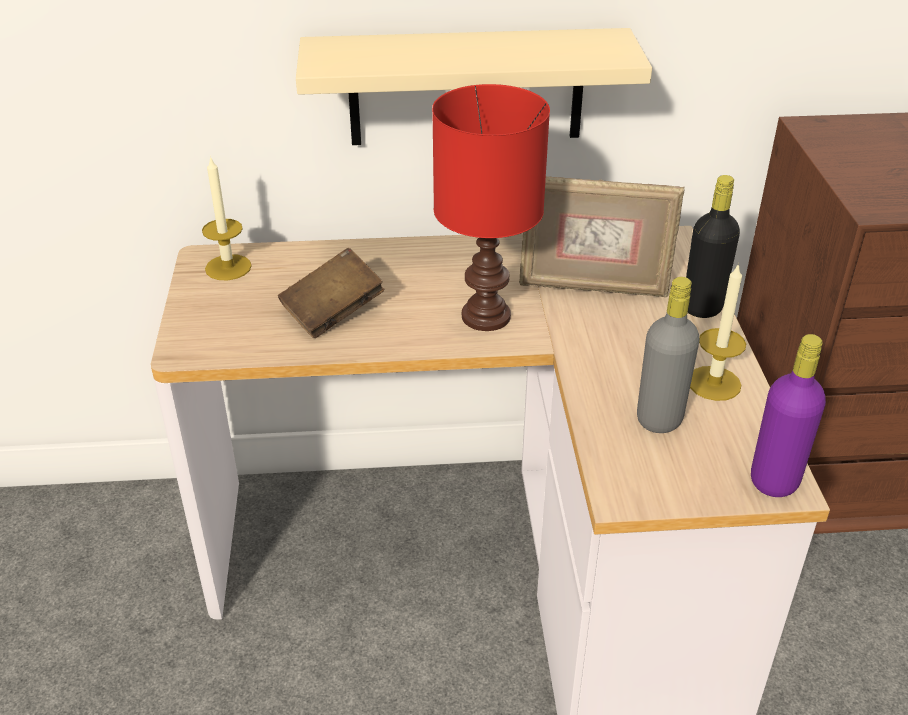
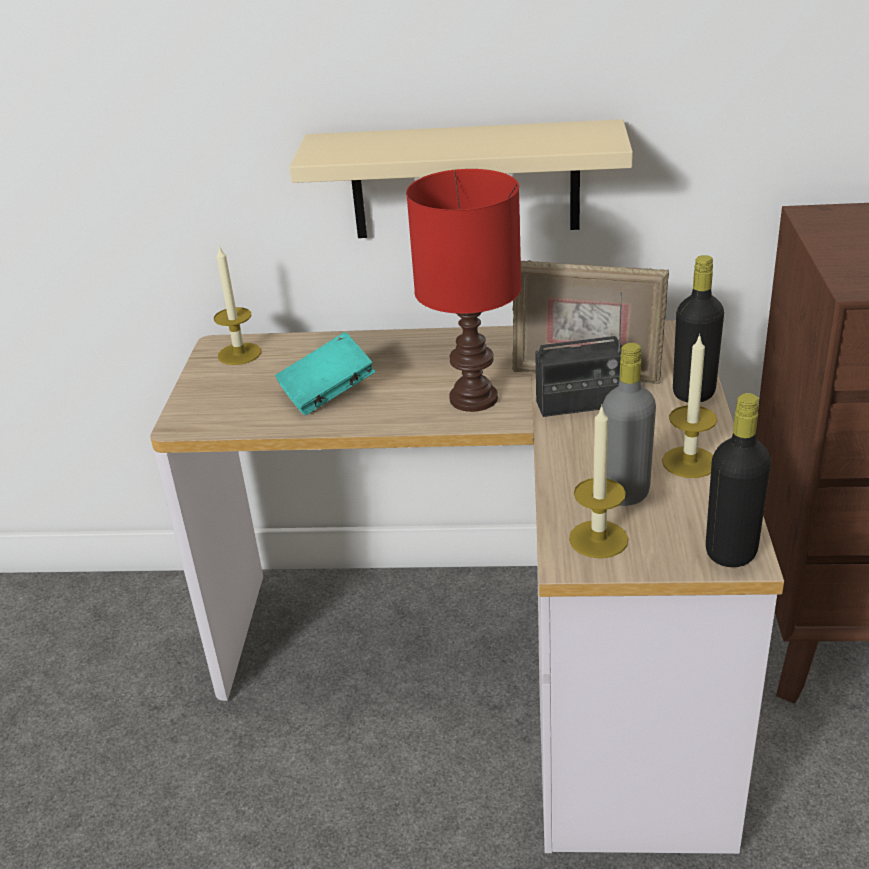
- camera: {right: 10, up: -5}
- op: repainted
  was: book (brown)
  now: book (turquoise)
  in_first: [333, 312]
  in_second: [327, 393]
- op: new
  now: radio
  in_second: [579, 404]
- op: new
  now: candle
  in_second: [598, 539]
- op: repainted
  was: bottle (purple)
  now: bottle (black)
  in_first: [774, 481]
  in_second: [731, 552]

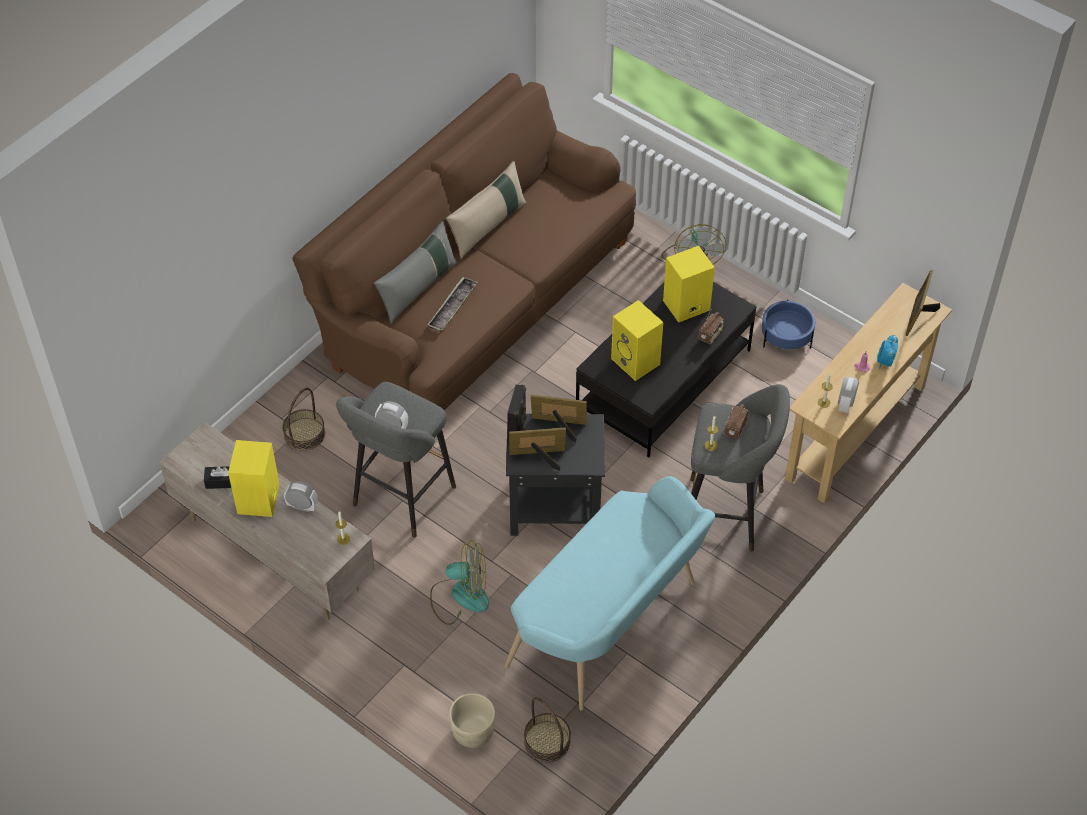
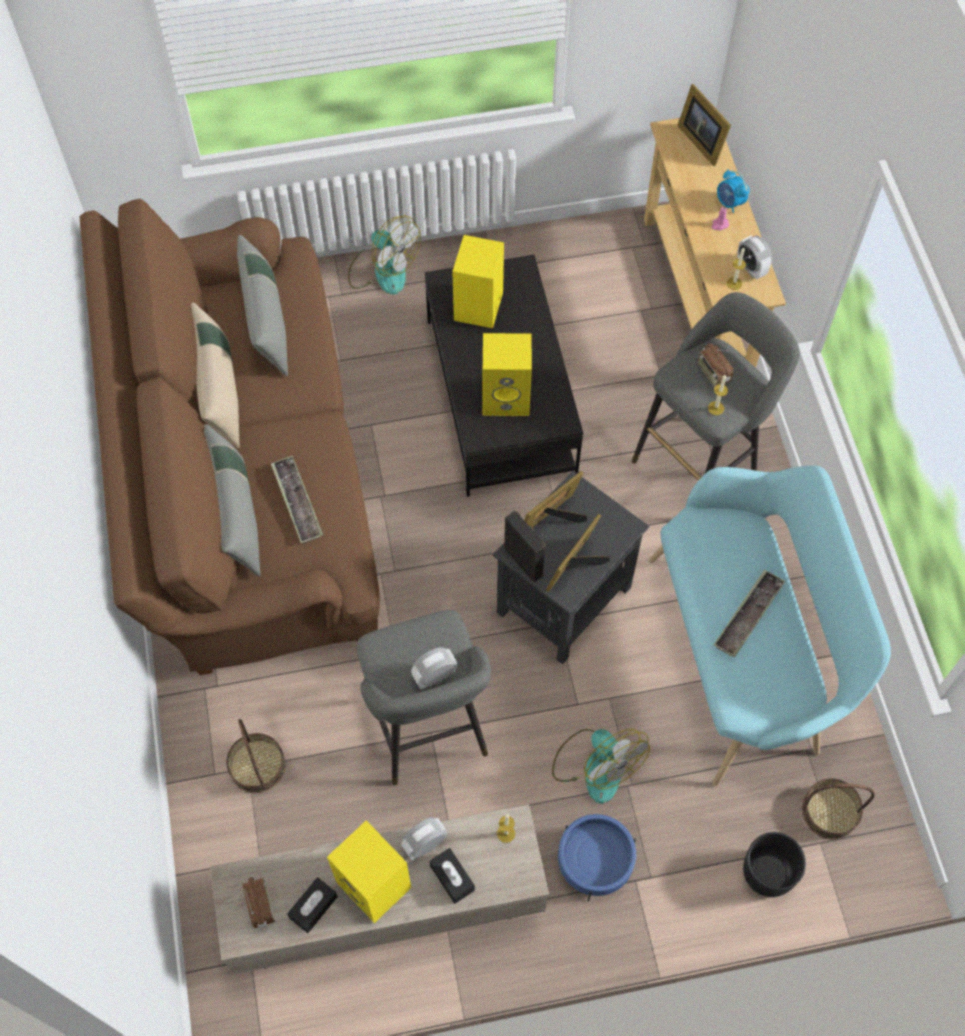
- camera: {right: -50, up: 10}
- op: new
  now: pillow (grey)
  in_second: [267, 324]
- op: shifted
  was: radio
  in_first: [711, 335]
  in_second: [261, 906]
- op: new
  now: tissue box (black)
  in_second: [452, 878]
- op: rotated
  was: fan
  in_first: [460, 596]
  in_second: [595, 765]
  clockwise: 105
- op: shifted
  was: planter (blue)
  in_first: [786, 337]
  in_second: [594, 862]
- op: new
  now: tray
  in_second: [748, 616]
- op: repainted
  was: planter (beige)
  now: planter (black)
  in_first: [473, 732]
  in_second: [767, 873]

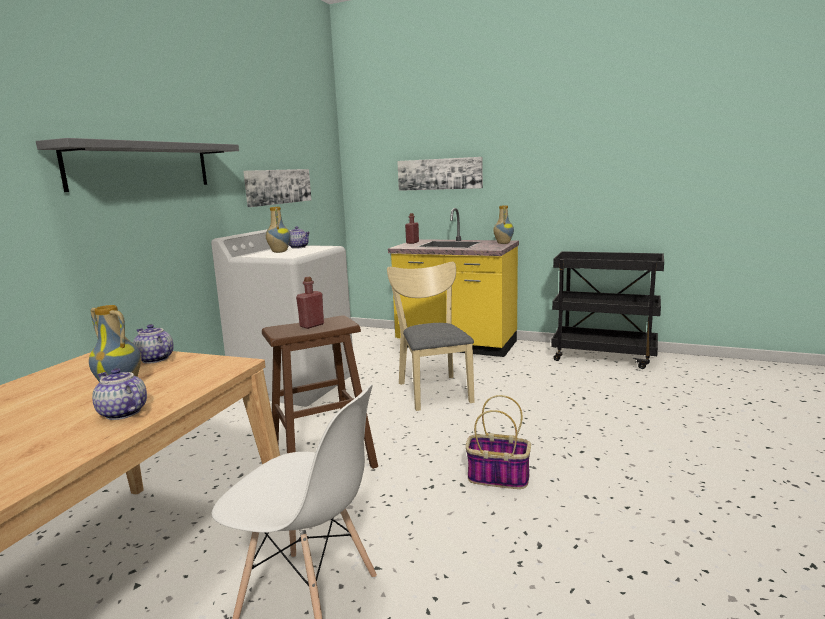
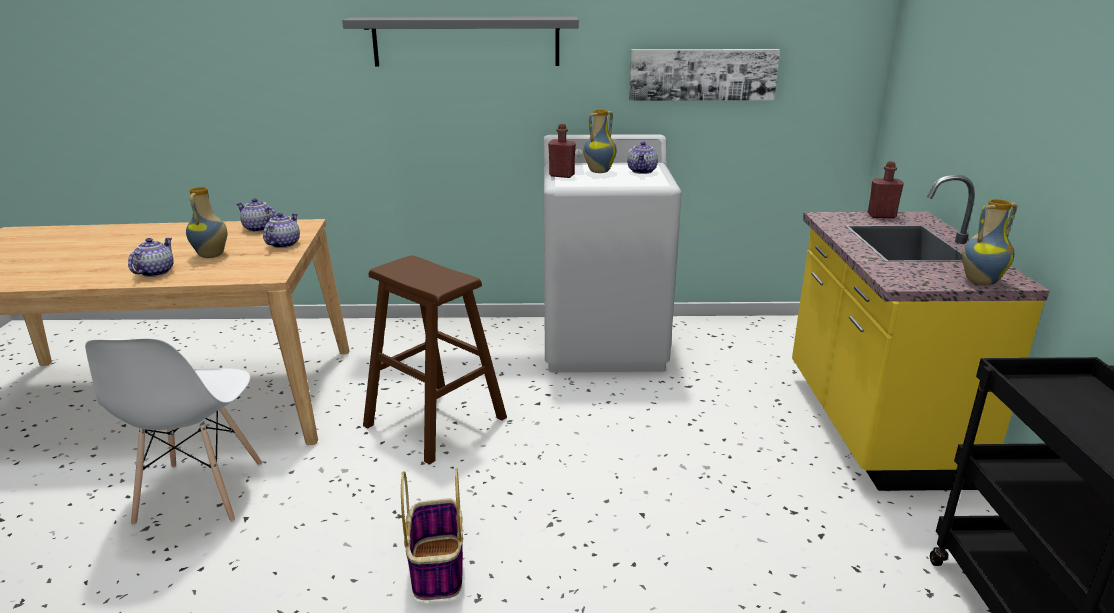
- camera: {right: 65, up: 10}
- op: new
  now: teapot
  in_second: [258, 229]
- op: shifted
  was: bottle (red)
  in_first: [312, 325]
  in_second: [561, 175]
- op: gone
  was: chair (beige)
  in_first: [433, 389]
- op: gone
  was: picture
  in_first: [439, 174]

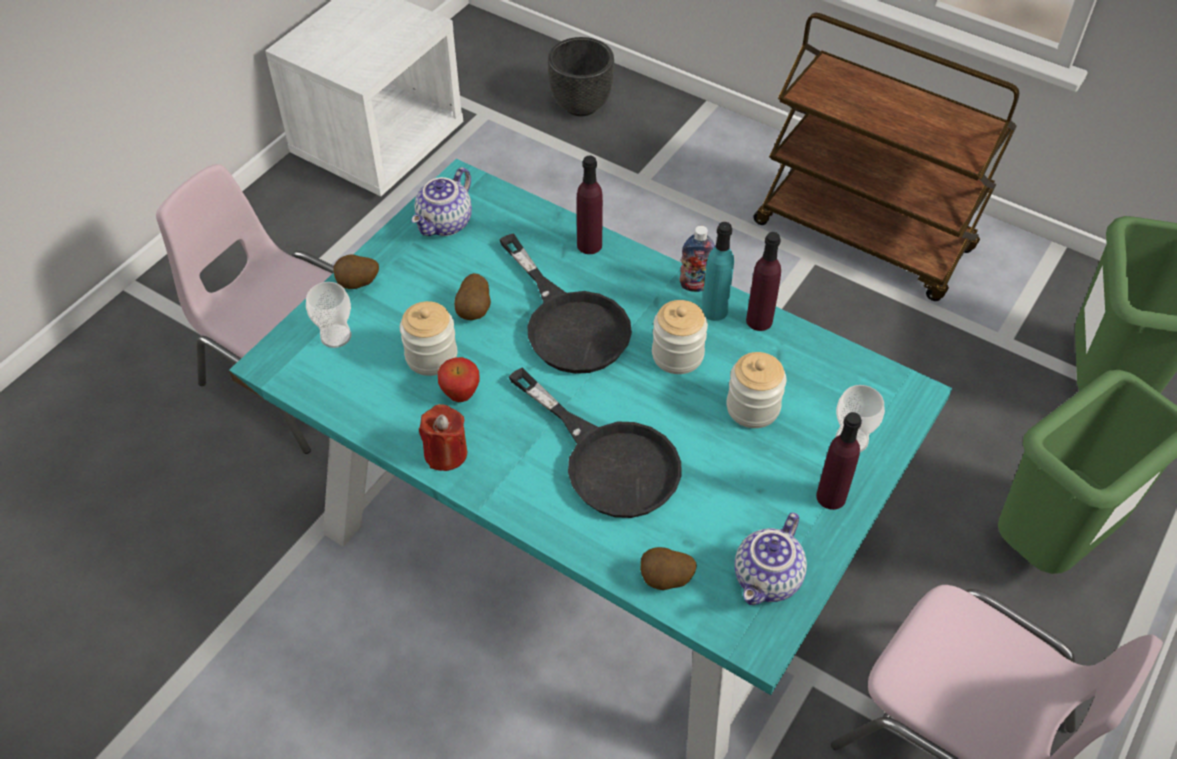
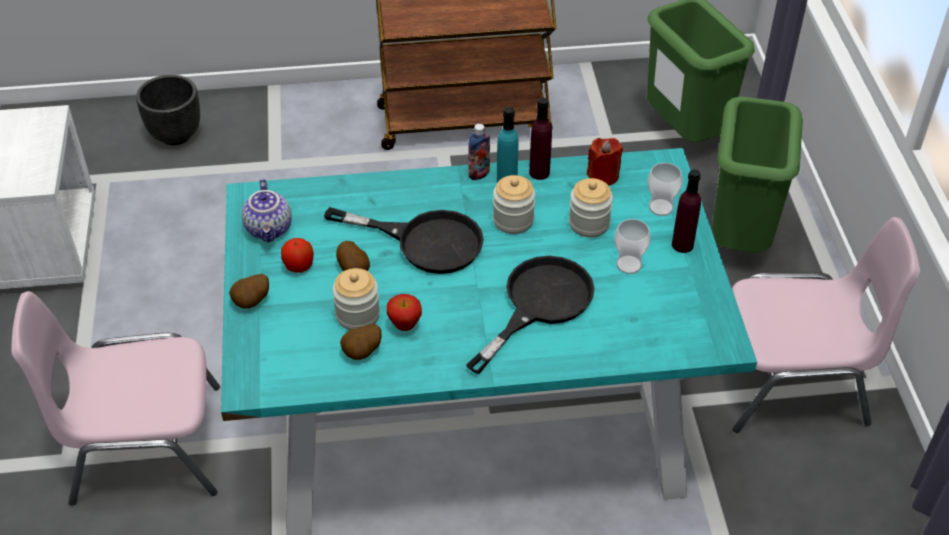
- camera: {right: -40, up: -5}
- op: new
  now: apple
  in_second: [299, 266]
- op: shifted
  was: potato
  in_first: [665, 580]
  in_second: [363, 353]
- op: rotated
  was: frying pan (black)
  in_first: [608, 460]
  in_second: [539, 304]
  clockwise: -60
- op: shifted
  was: candle (red)
  in_first: [446, 453]
  in_second: [603, 175]
- op: shifted
  was: cup
  in_first: [336, 336]
  in_second: [629, 265]
- op: gone
  was: bottle (purple)
  in_first: [589, 245]
- op: gone
  was: teapot
  in_first: [768, 580]

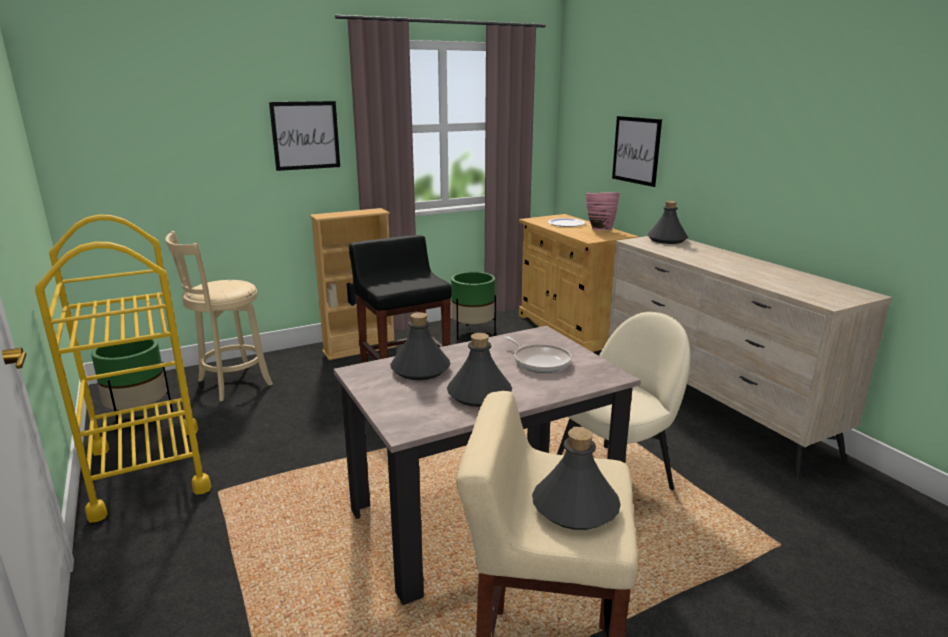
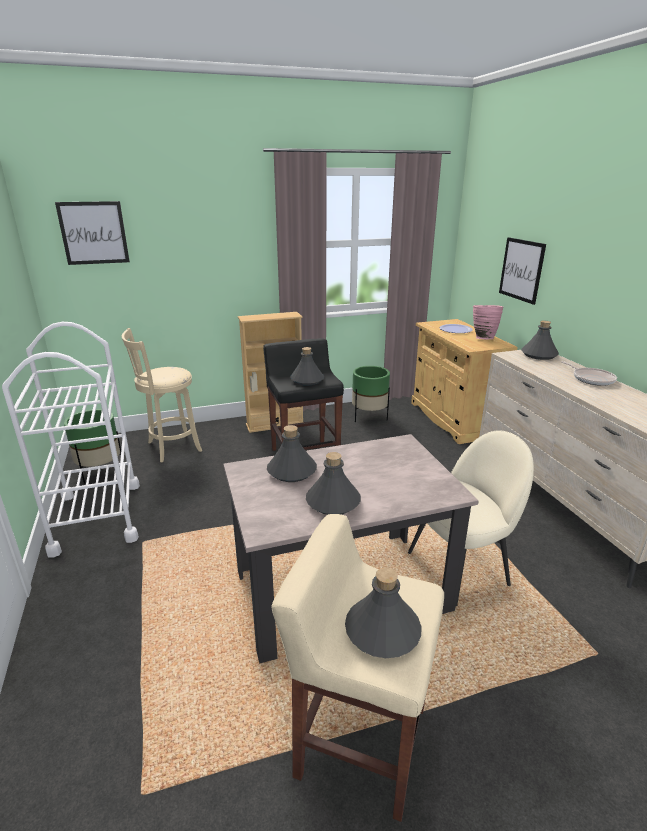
- camera: {right: 10, up: 5}
- op: repainted
  was: cart (yellow)
  now: cart (white)
  in_first: [148, 470]
  in_second: [97, 517]
- op: shifted
  was: picture
  in_first: [305, 135]
  in_second: [93, 233]
- op: new
  now: bottle (grey)
  in_second: [307, 380]
- op: shifted
  was: frying pan
  in_first: [540, 362]
  in_second: [591, 379]

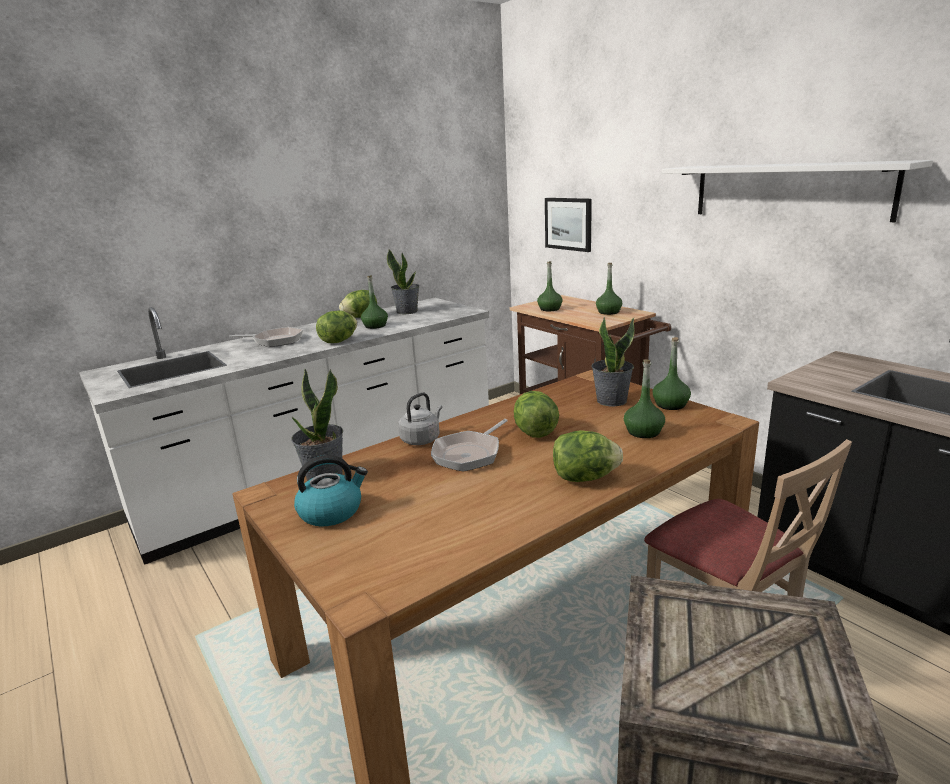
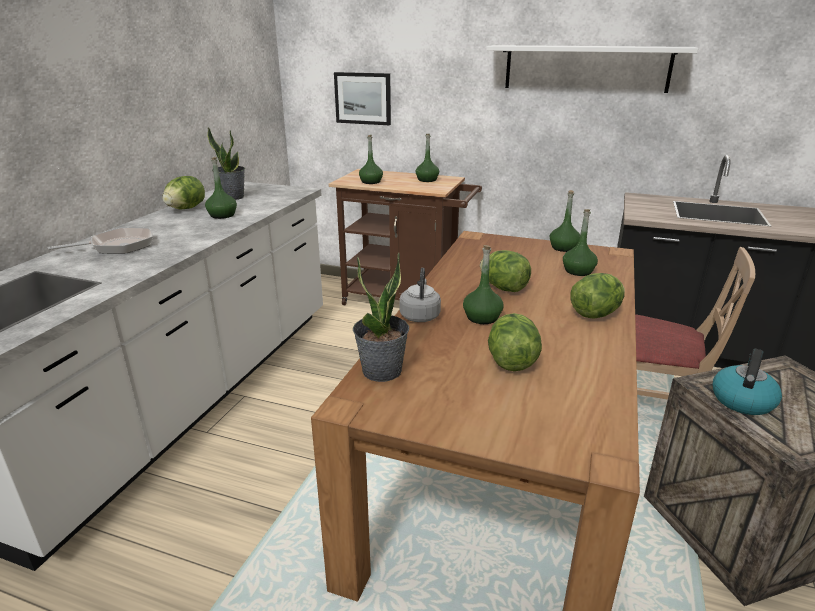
- camera: {right: -35, up: 5}
- op: swapped
  was: frying pan
  now: bottle (green)
  in_first: [470, 454]
  in_second: [482, 317]
- op: shifted
  was: lettuce
  in_first: [339, 341]
  in_second: [511, 361]
- op: shifted
  was: kettle
  in_first: [331, 511]
  in_second: [742, 400]
- op: gone
  was: potted plant
  in_first: [611, 400]

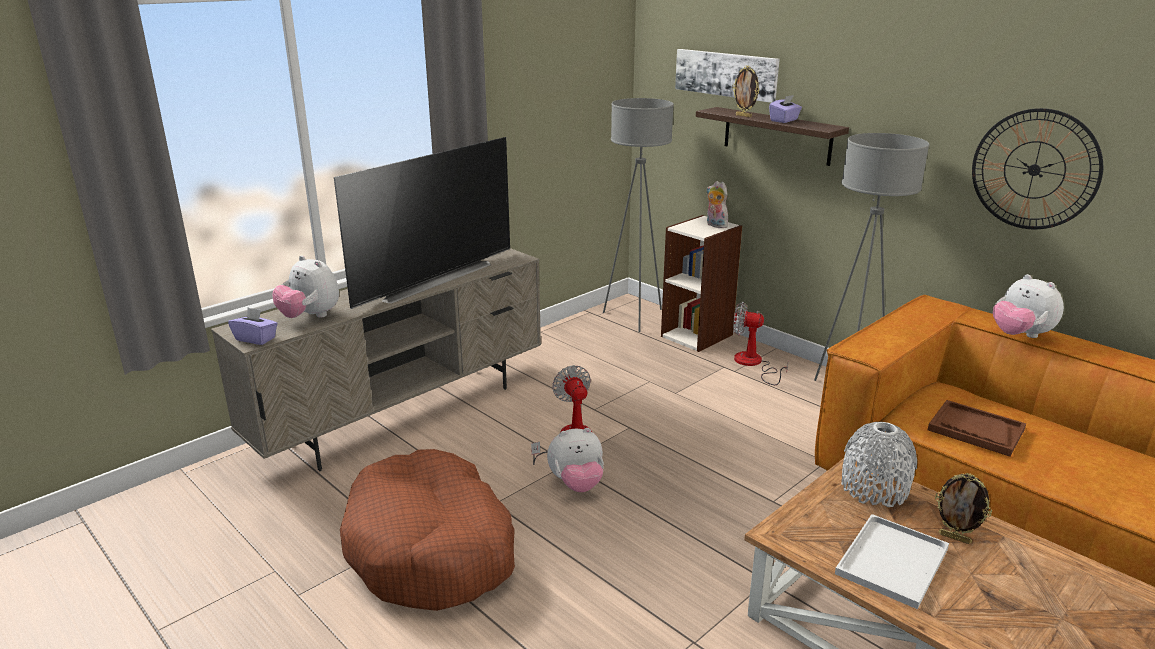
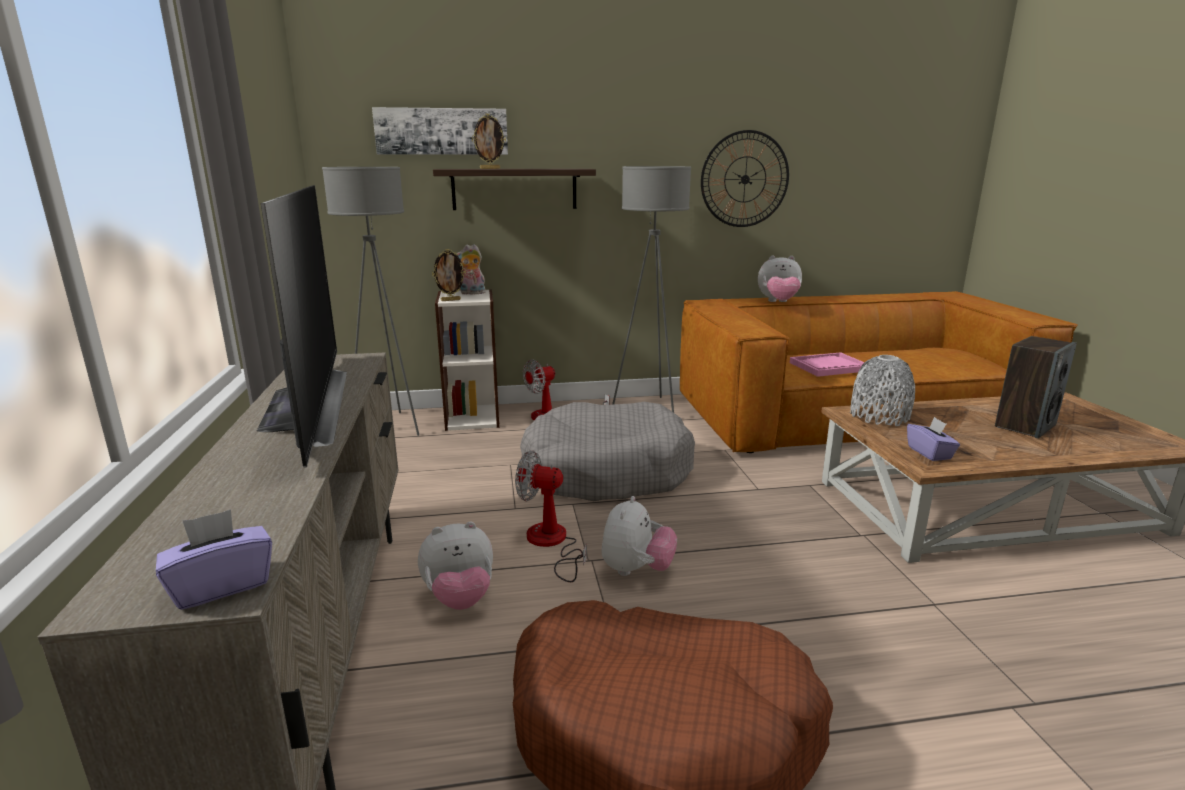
- camera: {right: -55, up: -5}
- op: shifted
  was: plush toy
  in_first: [310, 317]
  in_second: [460, 598]
- op: shifted
  was: picture frame
  in_first: [955, 538]
  in_second: [450, 300]
- op: new
  now: dog bed (grey)
  in_second: [606, 471]
- op: repainted
  was: tray (brown)
  now: tray (pink)
  in_first: [975, 430]
  in_second: [829, 367]
- op: shifted
  was: tissue box (purple)
  in_first: [784, 120]
  in_second: [930, 453]
- op: new
  now: speaker
  in_second: [1024, 425]
- op: gone
  was: tray (white)
  in_first: [892, 563]

